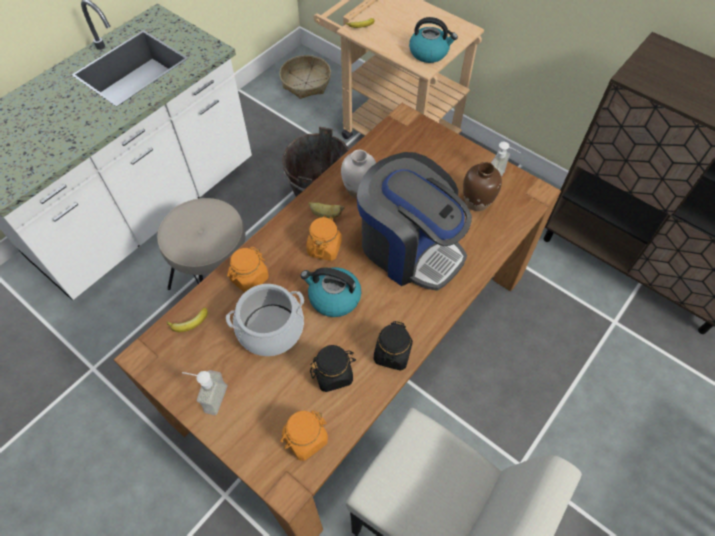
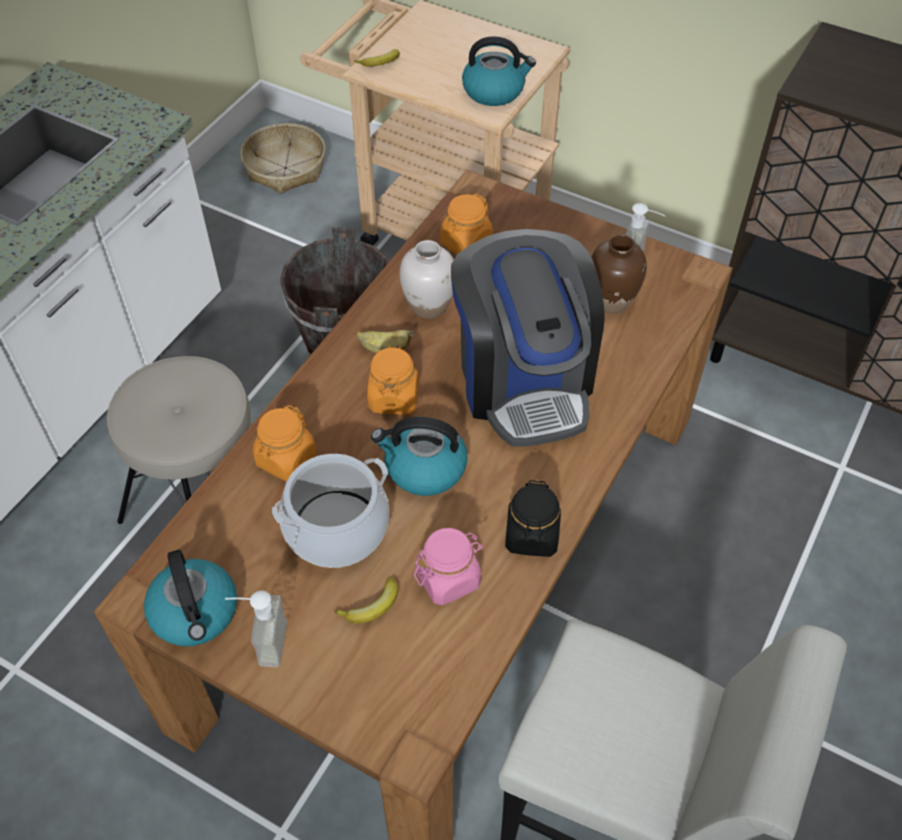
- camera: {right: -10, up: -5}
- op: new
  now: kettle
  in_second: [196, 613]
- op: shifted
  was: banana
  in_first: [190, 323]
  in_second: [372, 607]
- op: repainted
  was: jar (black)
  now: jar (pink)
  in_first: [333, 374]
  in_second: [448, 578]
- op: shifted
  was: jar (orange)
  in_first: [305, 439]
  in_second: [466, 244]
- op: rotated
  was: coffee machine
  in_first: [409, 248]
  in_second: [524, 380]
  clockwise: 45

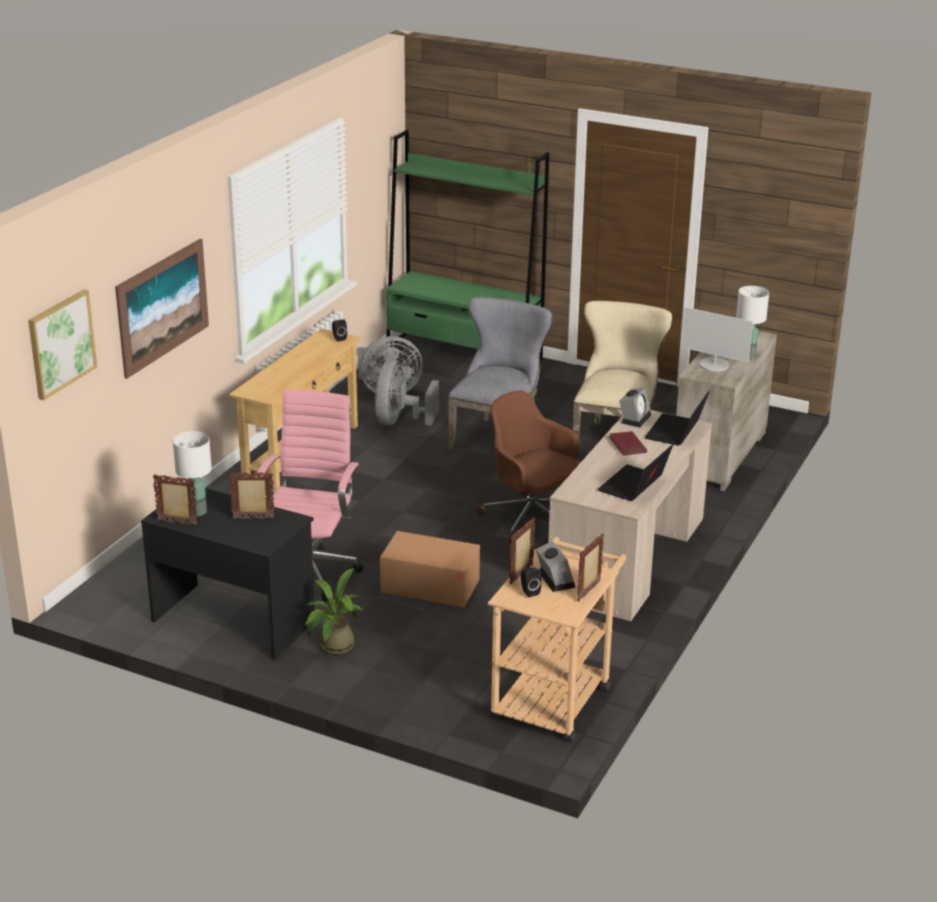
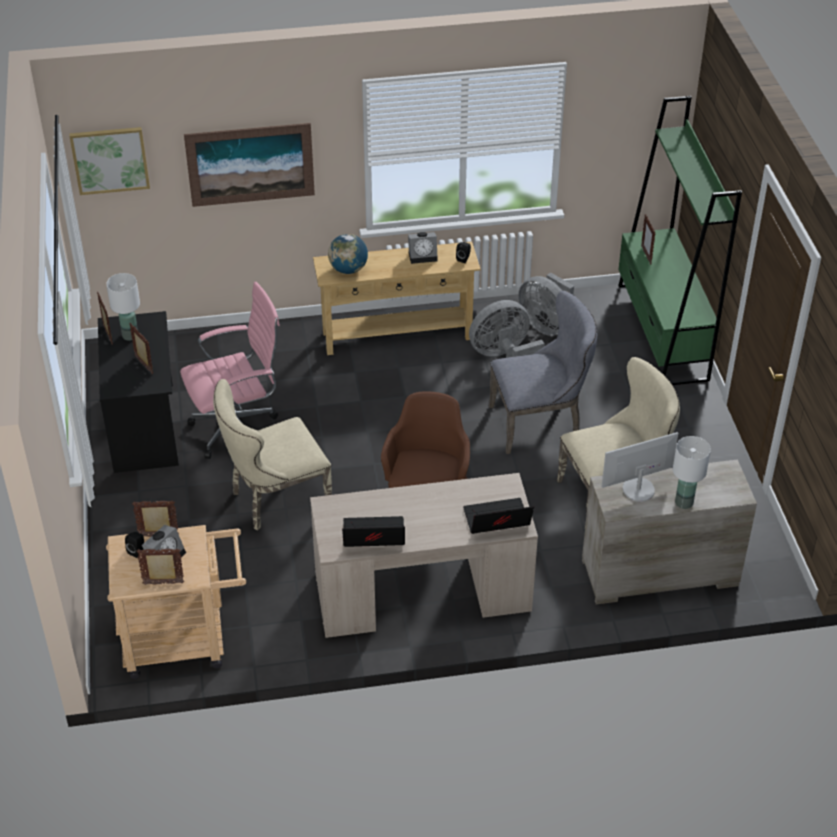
- camera: {right: 55, up: 15}
- op: swapped
  was: cardboard box
  now: chair (beige)
  in_first: [430, 586]
  in_second: [275, 500]
- op: new
  now: globe
  in_second: [348, 269]
- op: shifted
  was: alarm clock
  in_first: [634, 418]
  in_second: [423, 256]
- op: rotated
  was: monitor
  in_first: [714, 365]
  in_second: [638, 489]
  clockwise: 75
- op: new
  now: picture frame
  in_second: [646, 255]
- op: gone
  was: potted plant
  in_first: [333, 648]
- op: gone
  was: book (red)
  in_first: [627, 445]

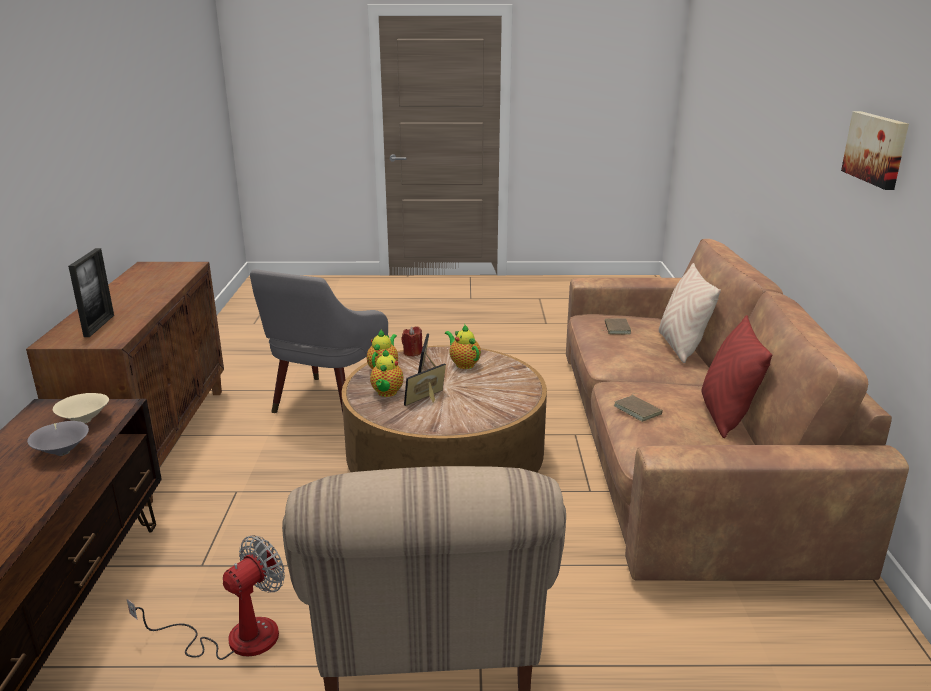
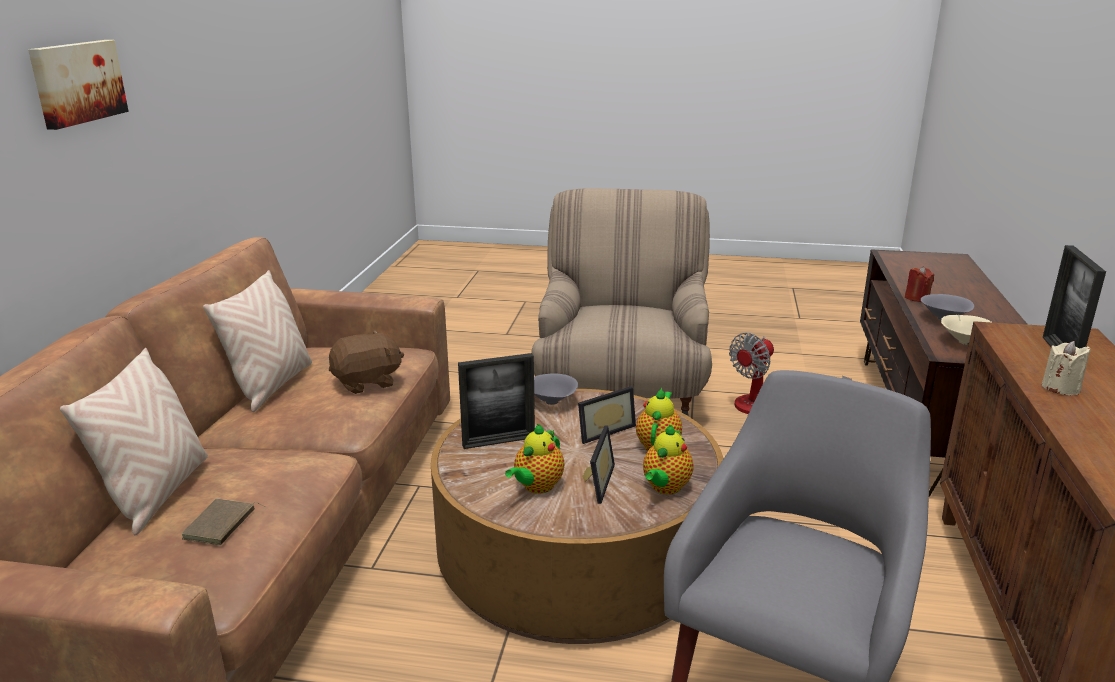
- camera: {right: -170, up: 0}
- op: repainted
  was: pillow (red)
  now: pillow (beige)
  in_first: [725, 416]
  in_second: [271, 386]
- op: swapped
  was: book (brown)
  now: plush toy (brown)
  in_first: [638, 410]
  in_second: [367, 382]
- op: new
  now: picture frame
  in_second: [498, 441]
- op: rotated
  was: teapot
  in_first: [463, 364]
  in_second: [537, 487]
  clockwise: 60
- op: new
  now: bowl (grey)
  in_second: [552, 402]
- op: shifted
  was: candle (red)
  in_first: [412, 352]
  in_second: [916, 298]
- op: new
  now: candle (beige)
  in_second: [1060, 388]

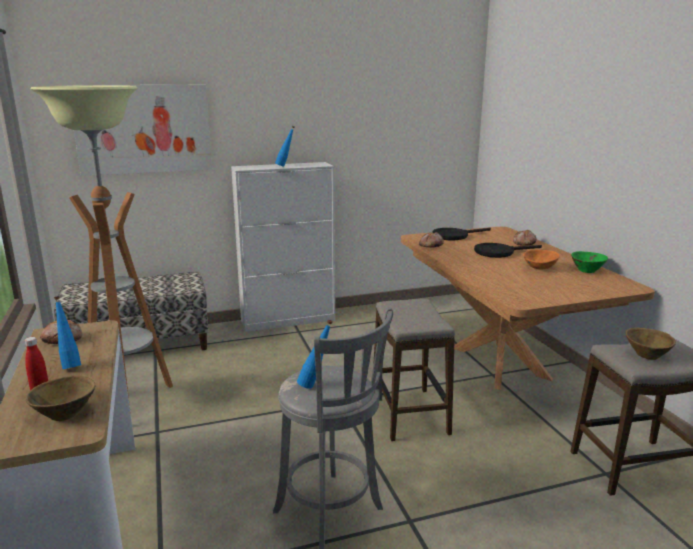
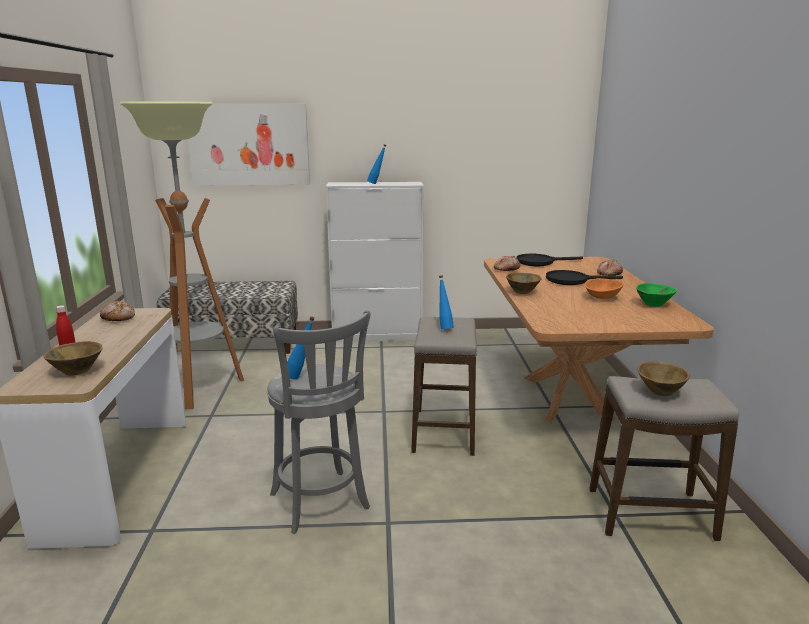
- camera: {right: 15, up: 0}
- op: shifted
  was: bottle (blue)
  in_first: [70, 365]
  in_second: [444, 328]
- op: new
  now: bowl (brown)
  in_second: [522, 292]

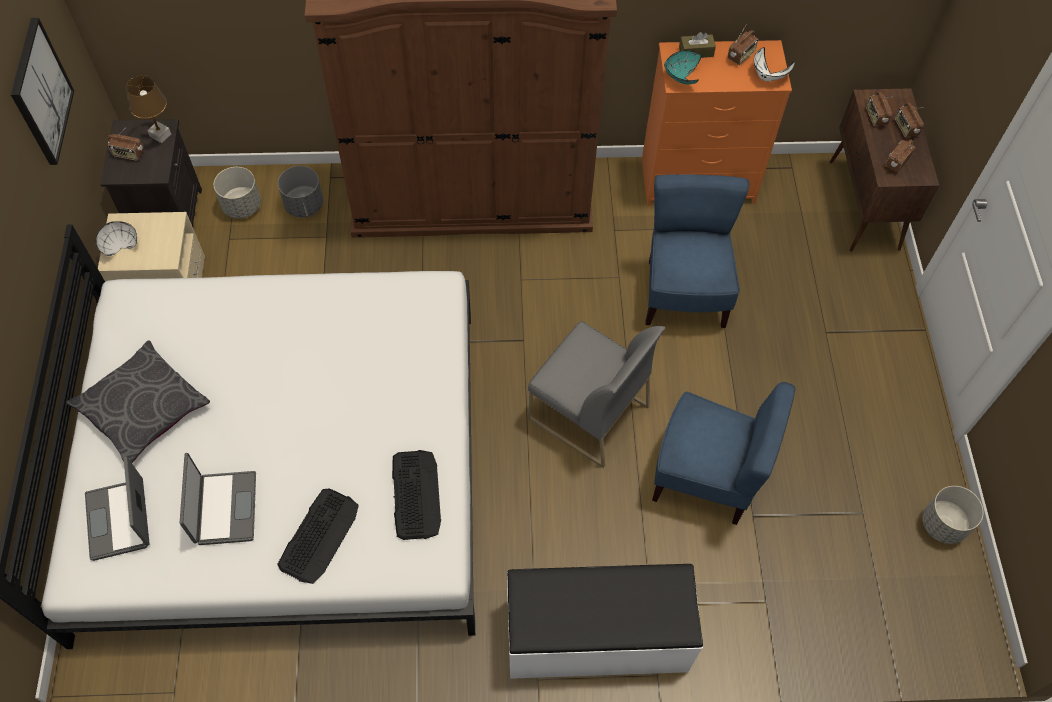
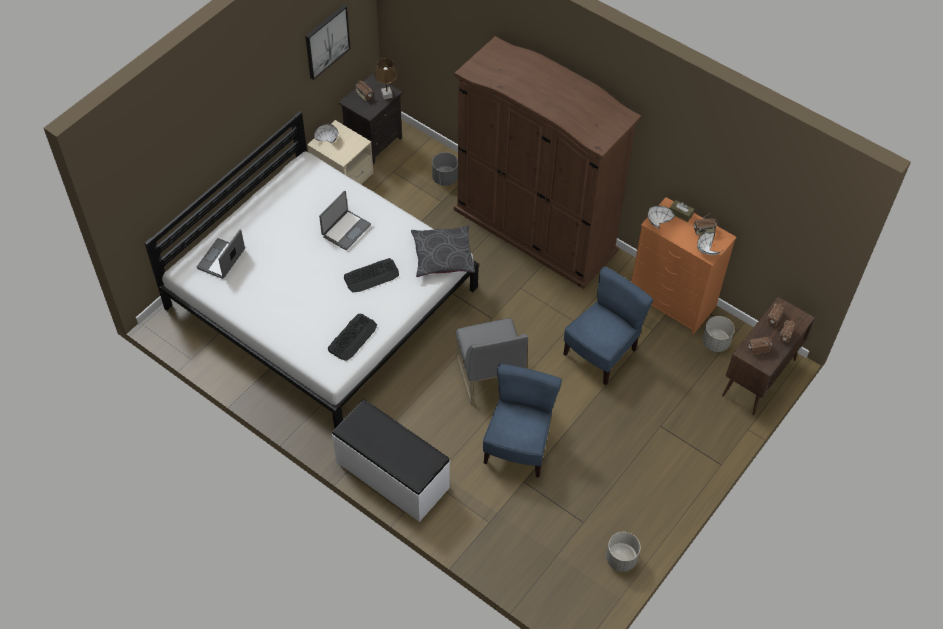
- camera: {right: 40, up: -5}
- op: shifted
  was: laptop
  in_first: [224, 508]
  in_second: [345, 230]
- op: shifted
  was: keyboard
  in_first: [319, 535]
  in_second: [371, 276]
- op: shifted
  was: pillow (grey)
  in_first: [143, 409]
  in_second: [442, 256]
- op: rotated
  was: chair (blue)
  in_first: [705, 477]
  in_second: [518, 447]
  clockwise: -135
- op: repainted
  was: bowl (turquoise)
  now: bowl (white)
  in_first: [680, 77]
  in_second: [657, 221]
- op: shifted
  was: planter (grey)
  in_first: [242, 206]
  in_second: [715, 343]

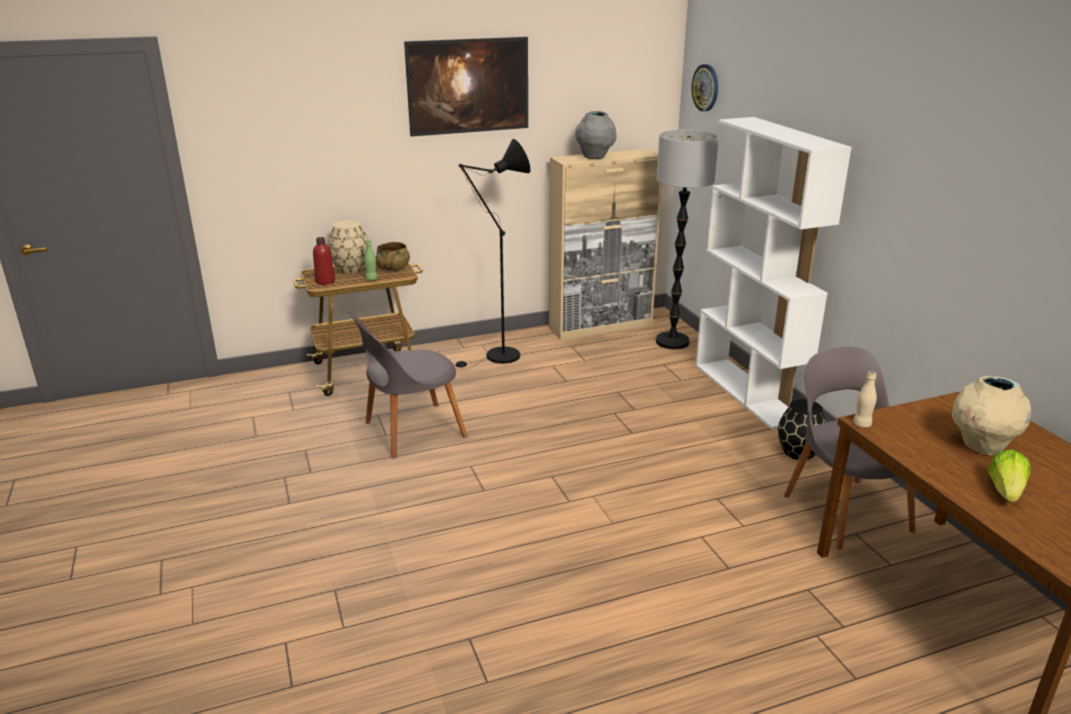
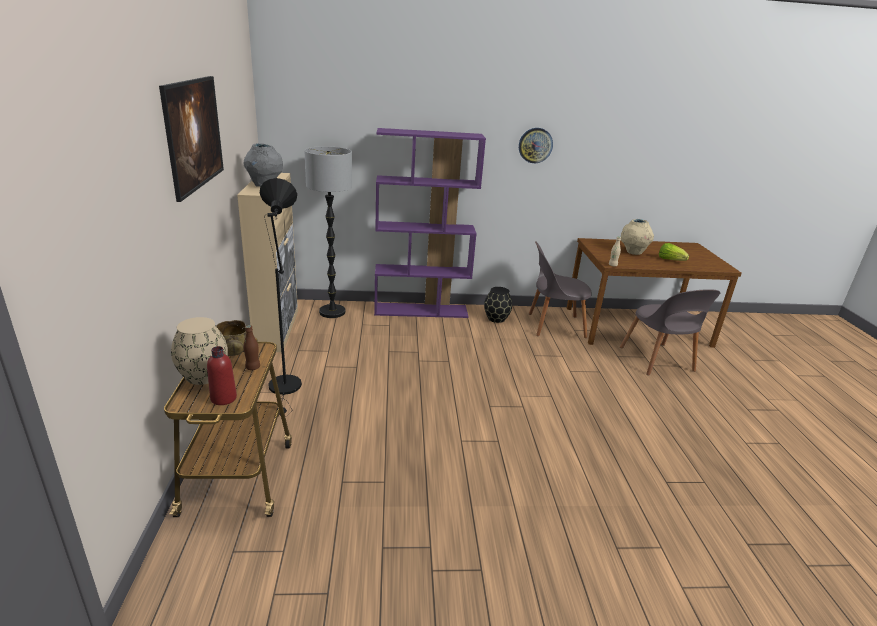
- camera: {right: -75, up: 0}
- op: repainted
  was: bottle (green)
  now: bottle (brown)
  in_first: [371, 279]
  in_second: [253, 367]
- op: repainted
  was: bookcase (white)
  now: bookcase (purple)
  in_first: [748, 392]
  in_second: [421, 310]
- op: shifted
  was: wall clock
  in_first: [706, 87]
  in_second: [535, 145]
- op: shifted
  was: chair (grey)
  in_first: [410, 431]
  in_second: [657, 361]

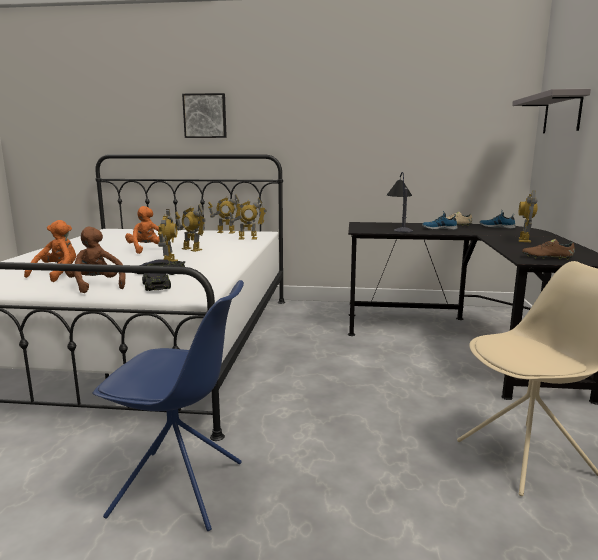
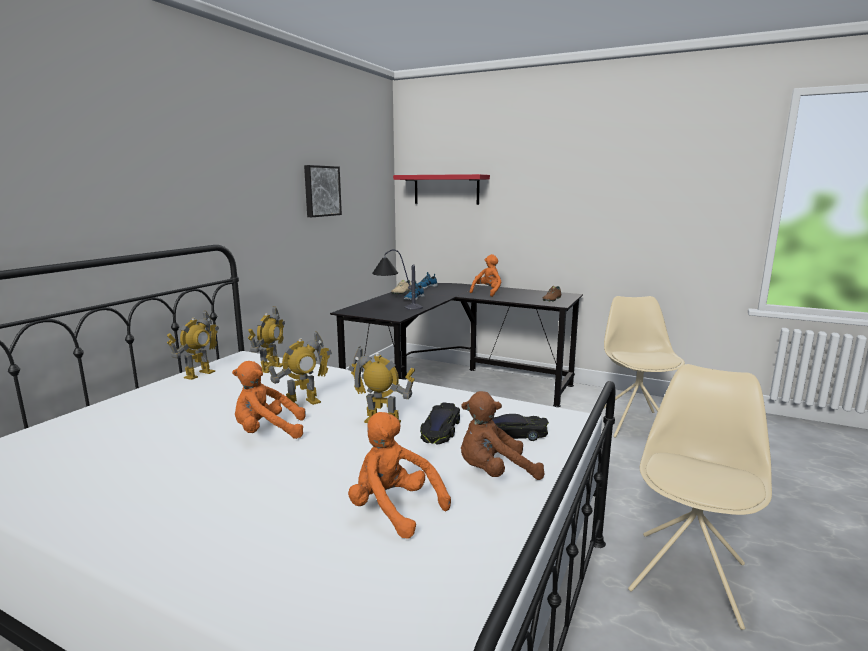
- camera: {right: -70, up: 0}
- op: shifted
  was: picture
  in_first: [205, 116]
  in_second: [321, 191]
- op: repainted
  was: shelf (grey)
  now: shelf (red)
  in_first: [562, 113]
  in_second: [446, 189]
- op: swapped
  was: toy robot
  now: plush toy (orange)
  in_first: [524, 240]
  in_second: [487, 292]
- op: repainted
  was: chair (blue)
  now: chair (beige)
  in_first: [180, 489]
  in_second: [688, 575]

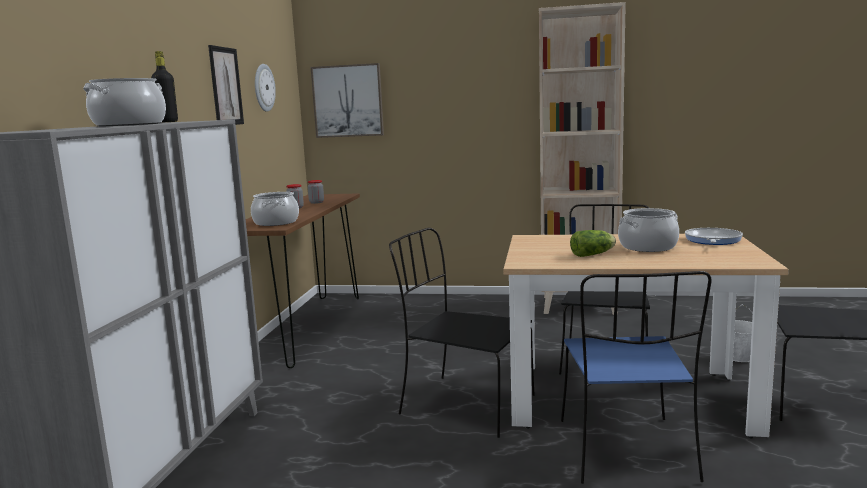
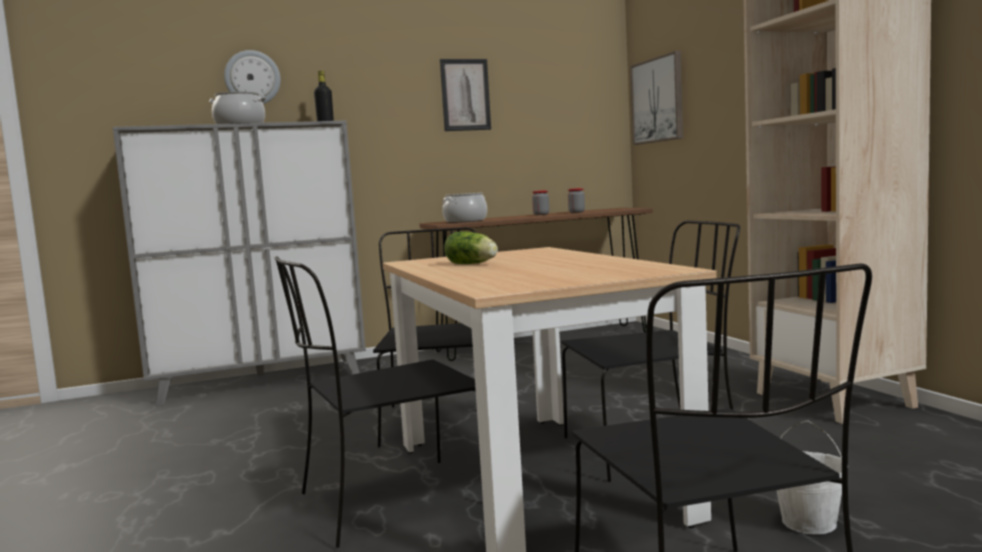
- camera: {right: 60, up: -5}
- op: shifted
  was: wall clock
  in_first: [263, 87]
  in_second: [252, 78]
- op: repainted
  was: chair (blue)
  now: chair (black)
  in_first: [627, 452]
  in_second: [390, 502]
- op: gone
  was: cooking pot
  in_first: [647, 247]
- op: gone
  was: frying pan
  in_first: [712, 240]

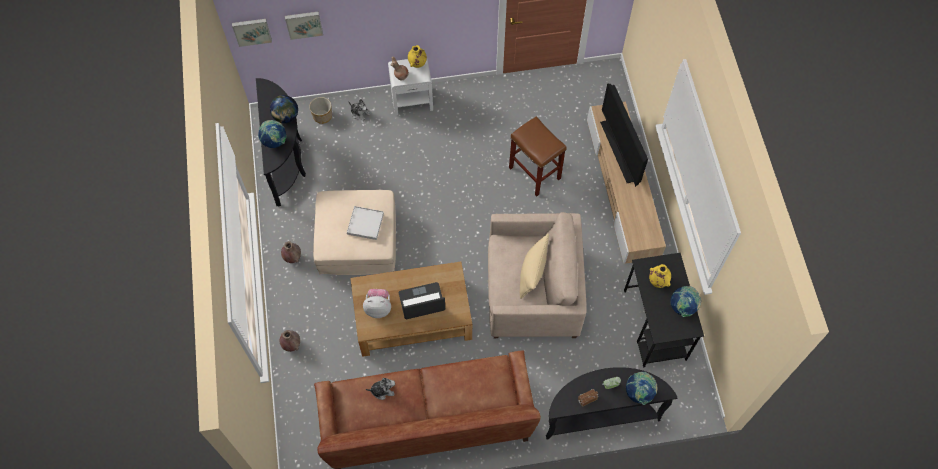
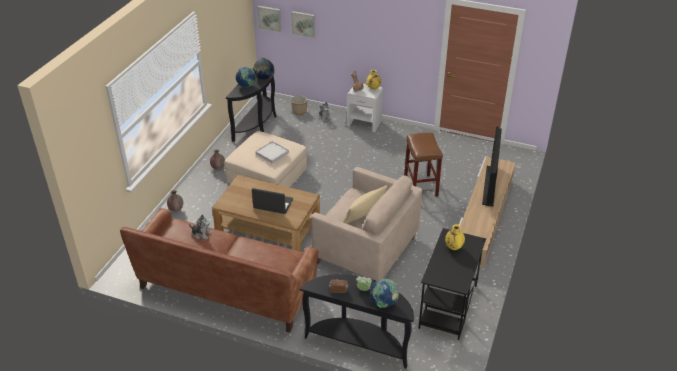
- camera: {right: 30, up: -25}
- op: gone
  was: plush toy
  in_first: [378, 308]
- op: gone
  was: globe
  in_first: [682, 307]

